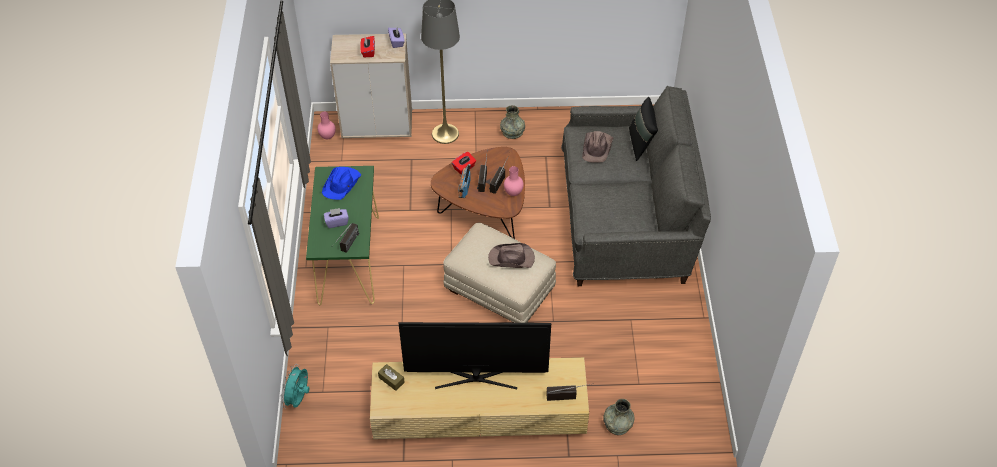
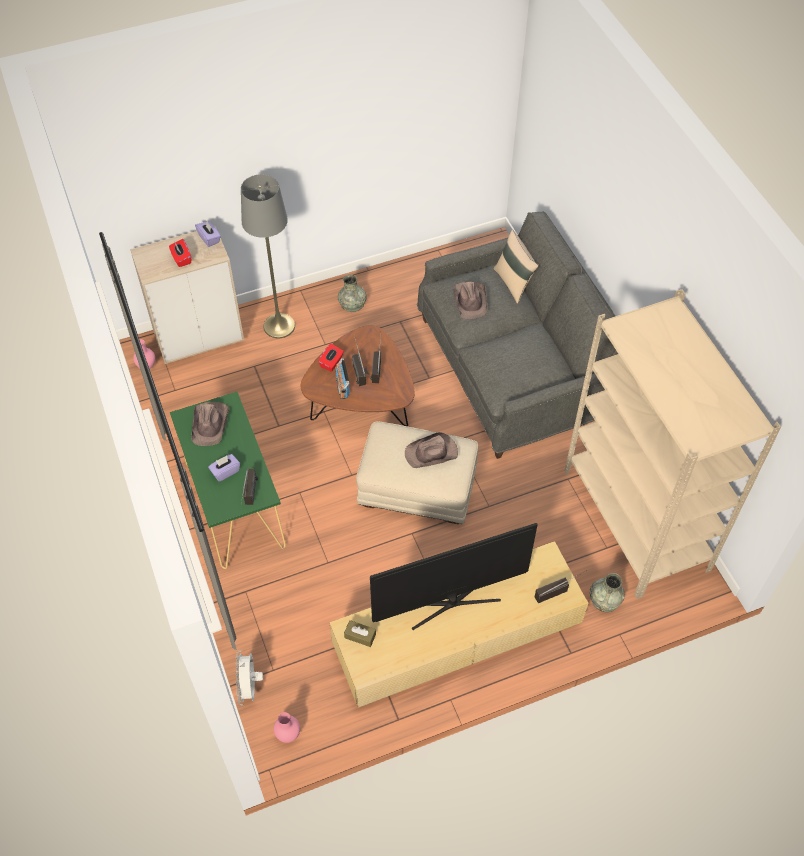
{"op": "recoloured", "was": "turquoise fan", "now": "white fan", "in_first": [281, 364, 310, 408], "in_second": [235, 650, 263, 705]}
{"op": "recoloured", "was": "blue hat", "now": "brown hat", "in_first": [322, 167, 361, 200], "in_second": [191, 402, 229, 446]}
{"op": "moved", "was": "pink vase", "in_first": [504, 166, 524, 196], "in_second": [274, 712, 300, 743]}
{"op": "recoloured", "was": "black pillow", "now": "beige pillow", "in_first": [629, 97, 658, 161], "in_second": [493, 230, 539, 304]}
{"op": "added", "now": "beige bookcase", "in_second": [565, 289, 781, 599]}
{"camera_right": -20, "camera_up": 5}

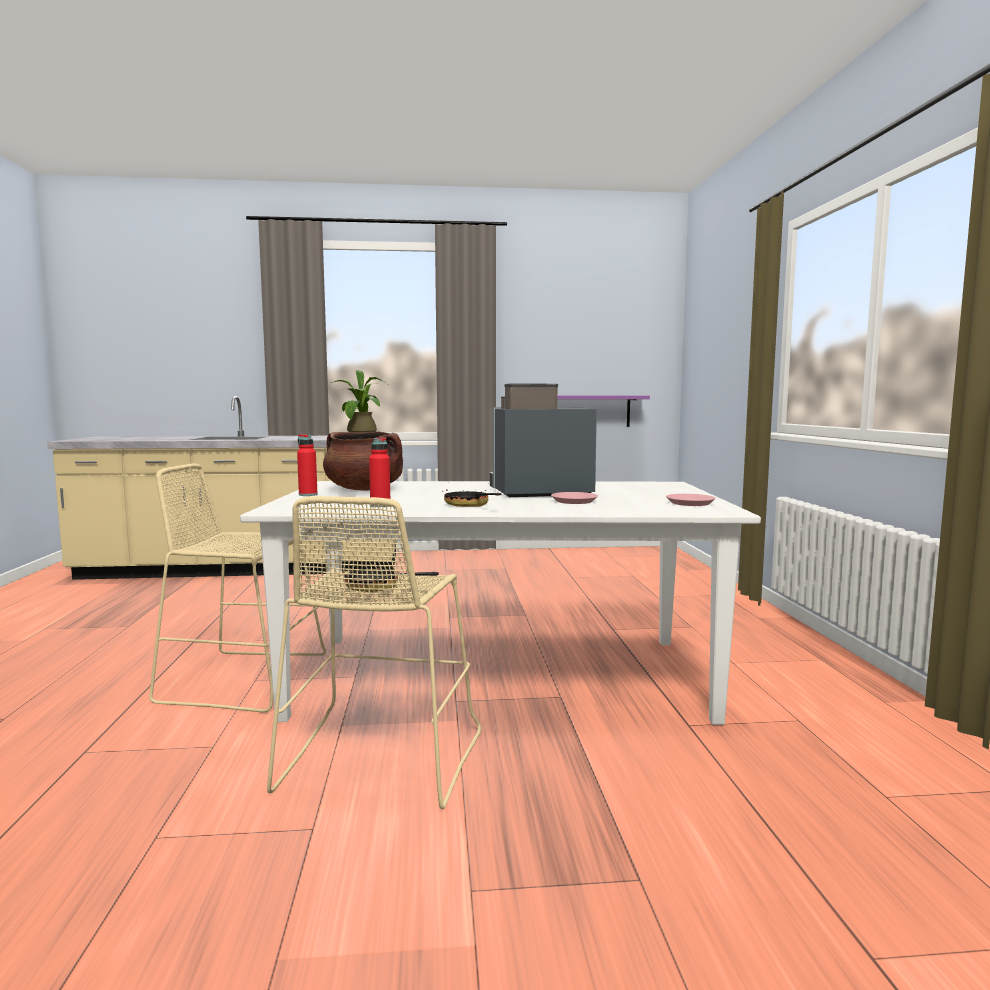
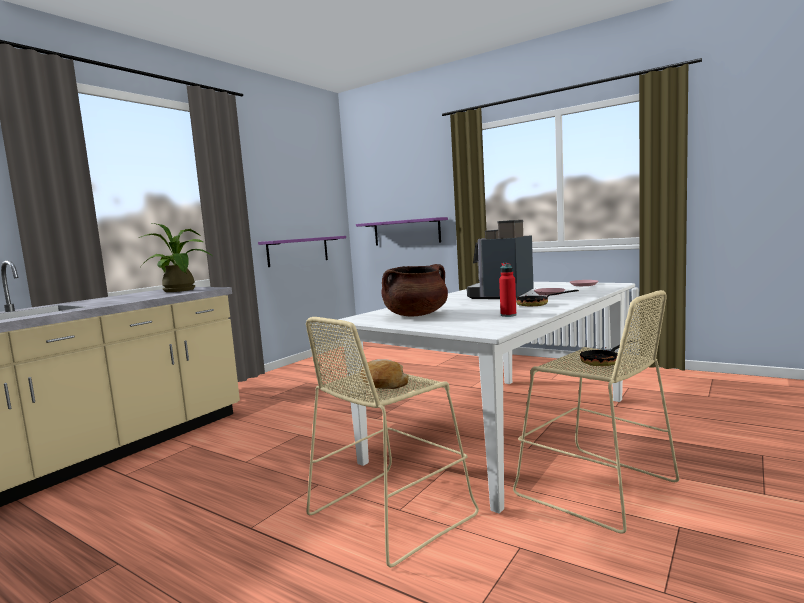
{"op": "removed", "was": "red bottle", "in_first": [297, 434, 317, 496]}
{"op": "added", "now": "purple shelf", "in_second": [356, 217, 448, 246]}
{"op": "added", "now": "bread", "in_second": [360, 359, 409, 389]}
{"camera_right": -50, "camera_up": 0}

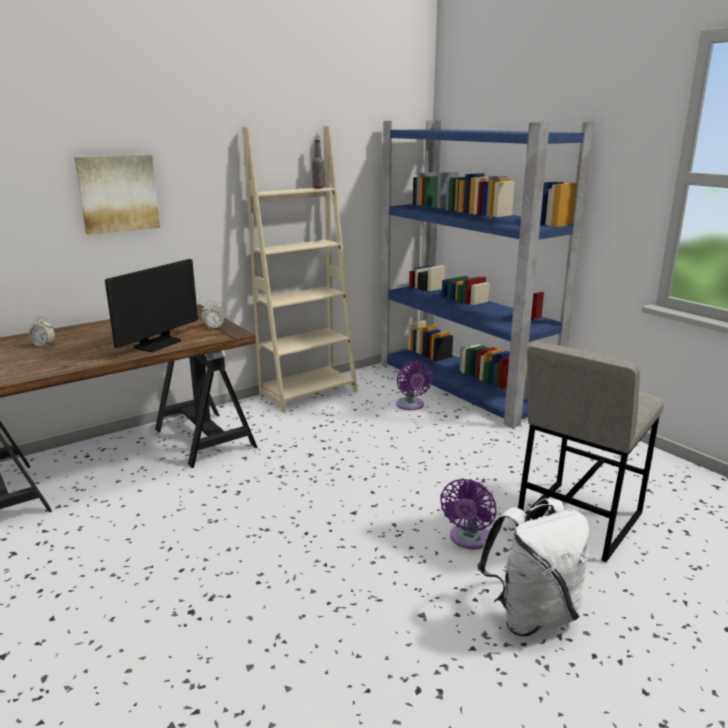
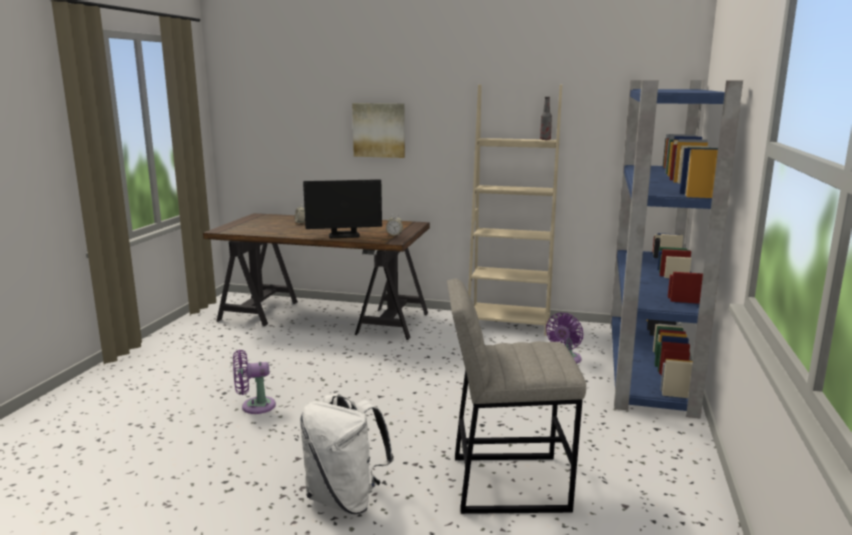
{"op": "moved", "was": "purple fan", "in_first": [440, 478, 496, 549], "in_second": [233, 350, 276, 414]}
{"camera_right": 50, "camera_up": -5}

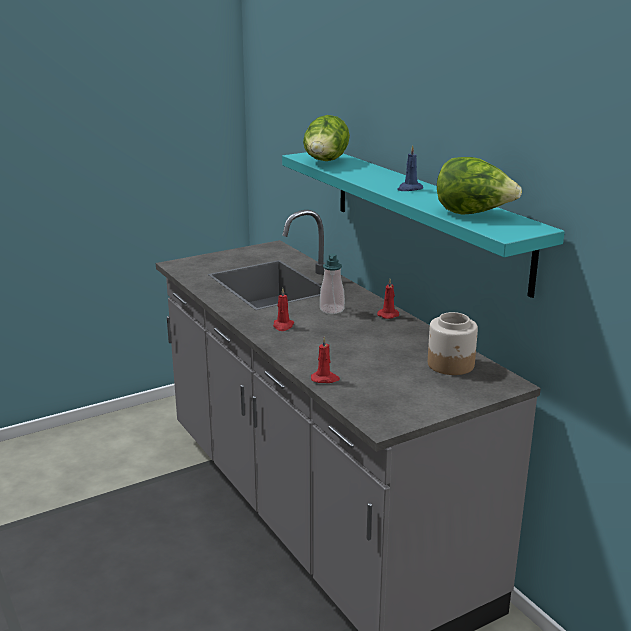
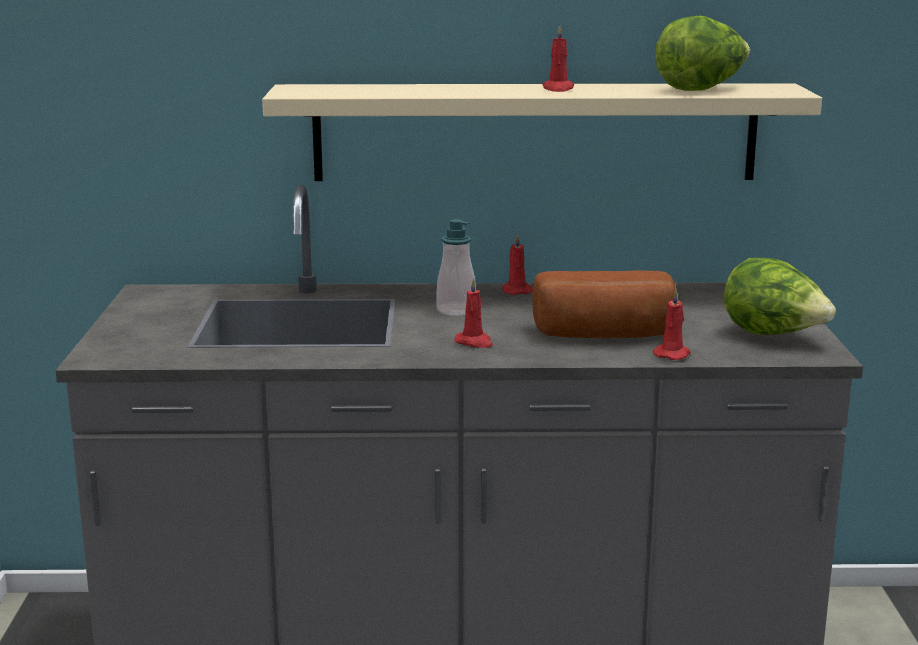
{"op": "recoloured", "was": "turquoise shelf", "now": "beige shelf", "in_first": [282, 152, 565, 298], "in_second": [262, 83, 822, 181]}
{"op": "moved", "was": "lettuce", "in_first": [303, 115, 350, 161], "in_second": [724, 258, 836, 335]}
{"op": "recoloured", "was": "blue candle", "now": "red candle", "in_first": [397, 145, 423, 191], "in_second": [543, 25, 574, 92]}
{"op": "removed", "was": "jar", "in_first": [428, 312, 478, 375]}
{"op": "added", "now": "bread", "in_second": [532, 271, 675, 339]}
{"camera_right": -60, "camera_up": -5}

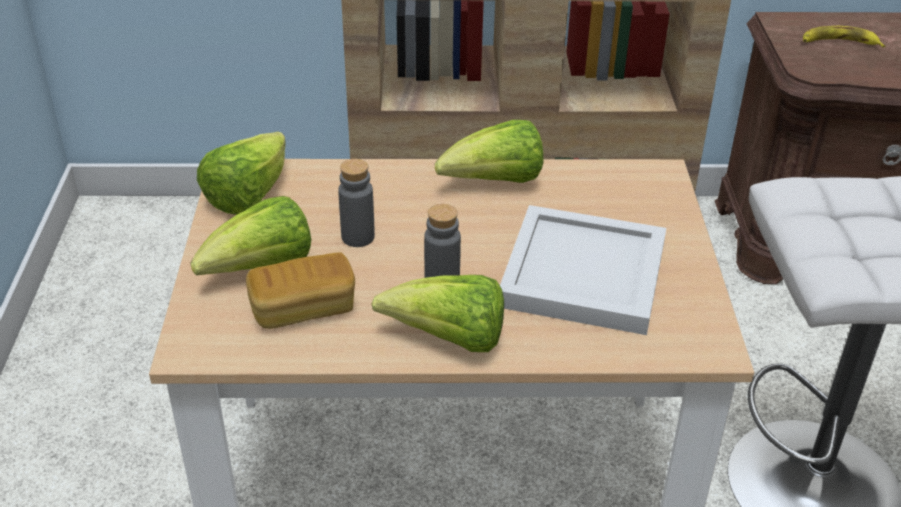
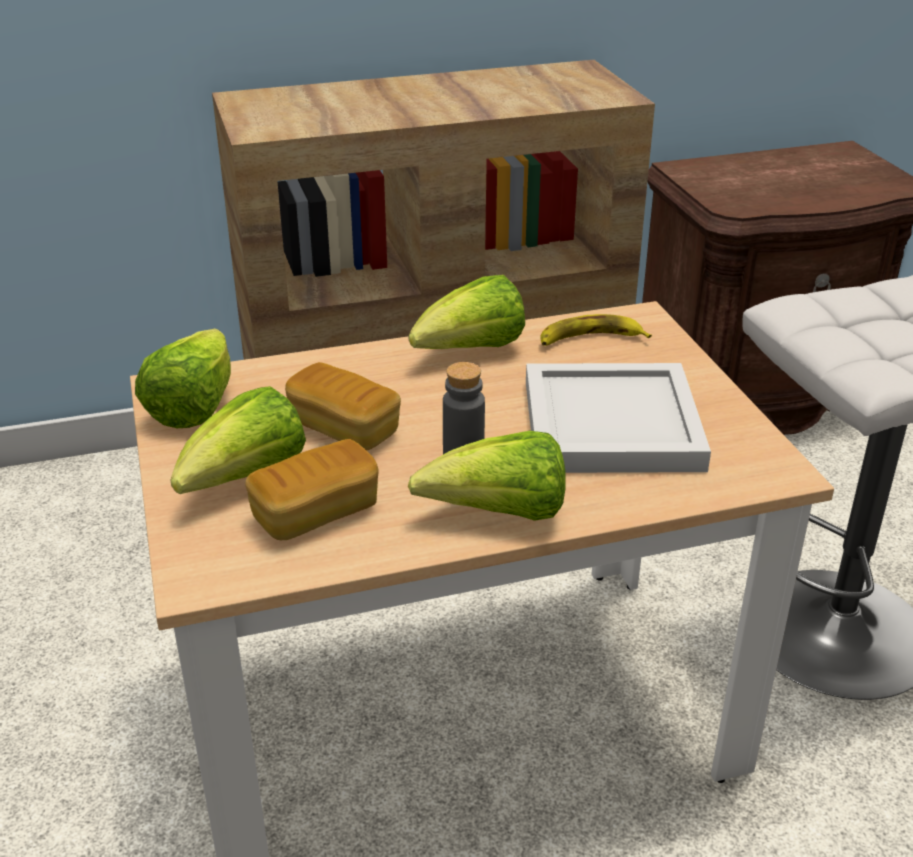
{"op": "replaced", "was": "grey bottle", "now": "bread", "in_first": [338, 159, 375, 247], "in_second": [285, 362, 401, 450]}
{"op": "moved", "was": "banana", "in_first": [803, 26, 886, 47], "in_second": [540, 314, 652, 346]}
{"camera_right": -15, "camera_up": -5}

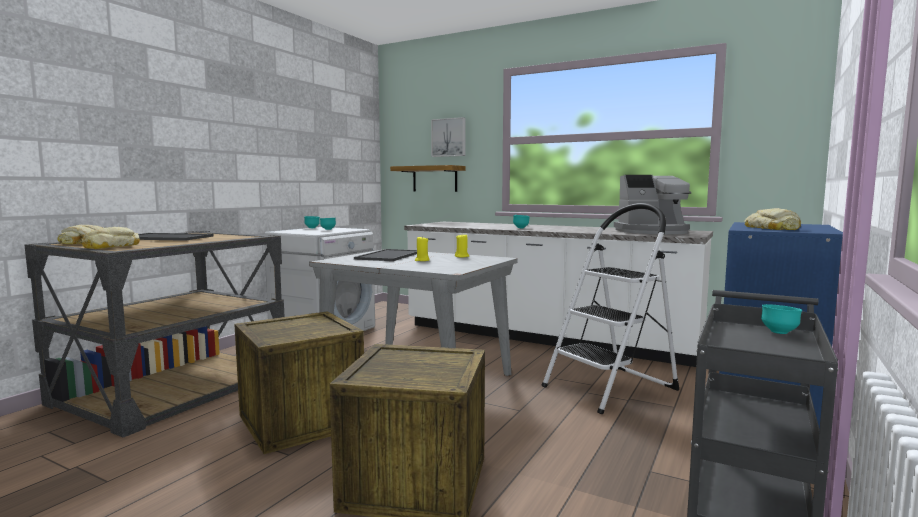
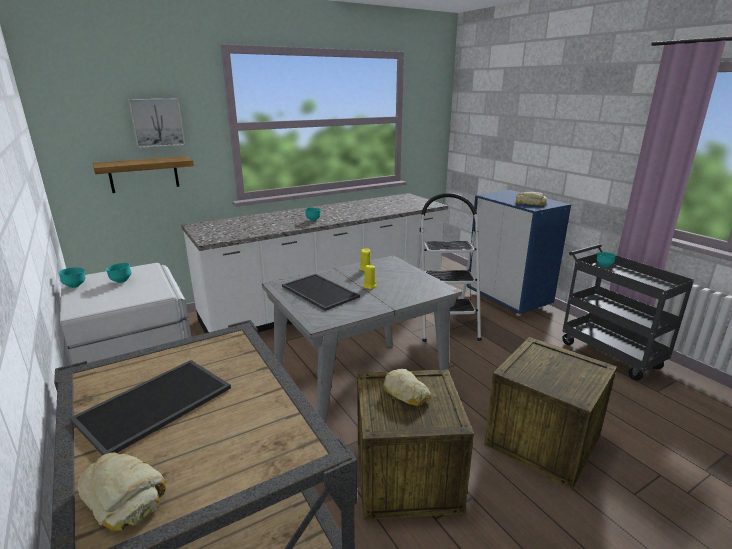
{"op": "moved", "was": "bread", "in_first": [82, 227, 140, 249], "in_second": [383, 369, 431, 406]}
{"op": "removed", "was": "coffee machine", "in_first": [614, 175, 691, 234]}
{"camera_right": -60, "camera_up": 15}

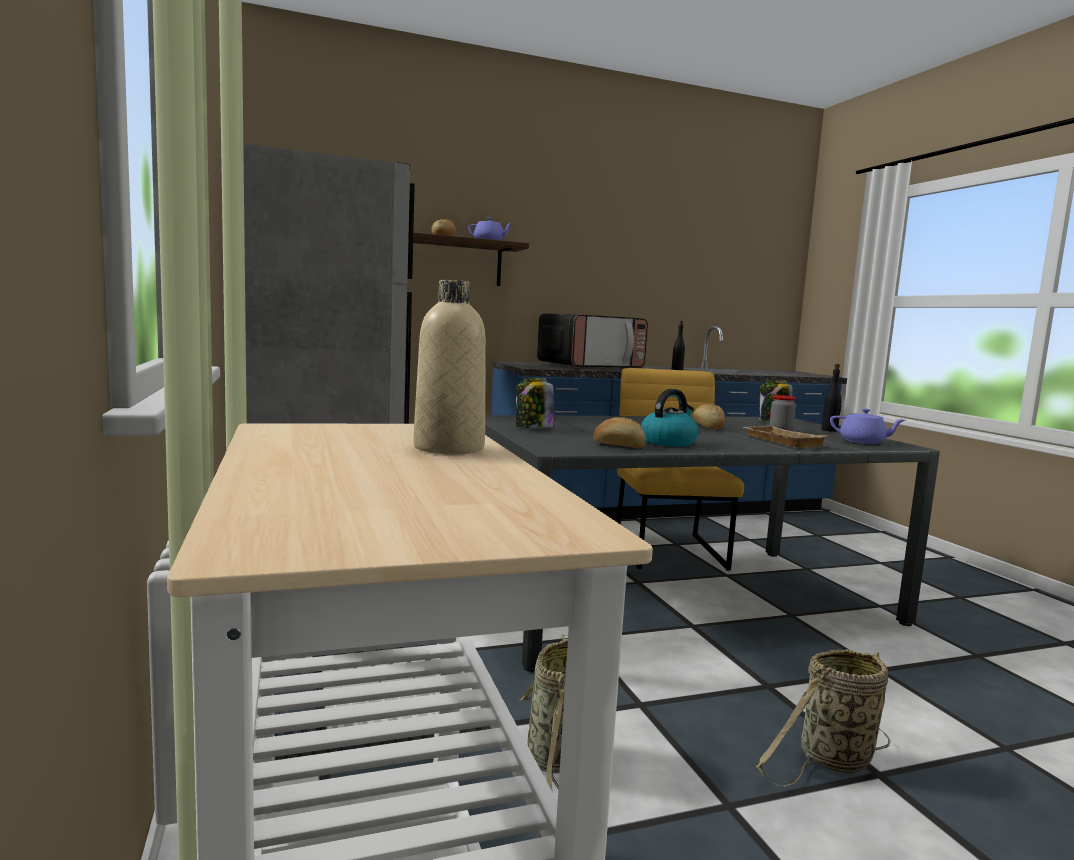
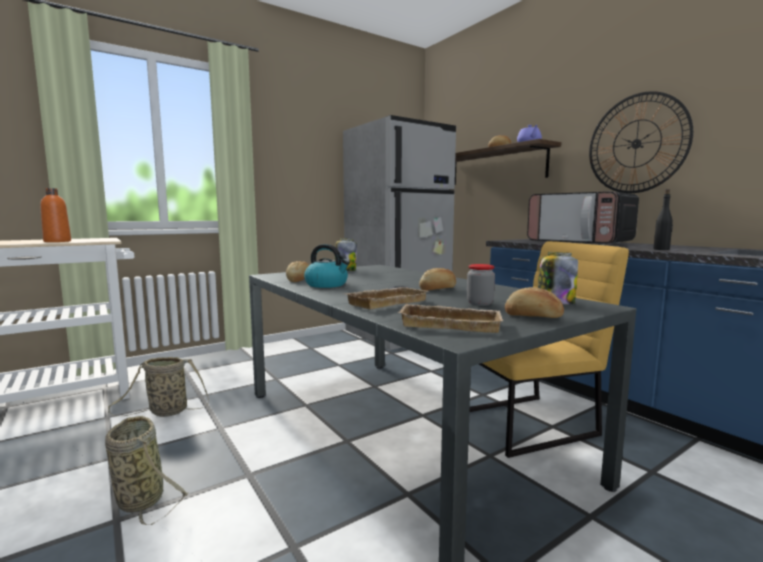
{"op": "recoloured", "was": "beige bottle", "now": "orange bottle", "in_first": [413, 280, 486, 454], "in_second": [40, 188, 71, 242]}
{"op": "replaced", "was": "black bottle", "now": "bread", "in_first": [821, 364, 842, 432], "in_second": [505, 287, 564, 318]}
{"op": "replaced", "was": "purple teapot", "now": "beige tray", "in_first": [830, 409, 905, 444], "in_second": [398, 304, 503, 333]}
{"op": "added", "now": "wall clock", "in_second": [589, 91, 693, 193]}
{"camera_right": 75, "camera_up": 0}

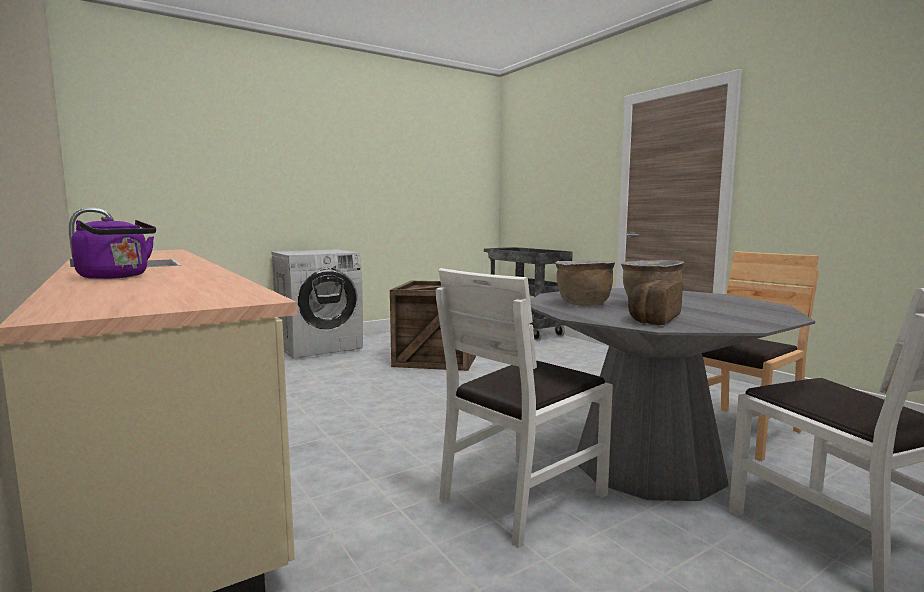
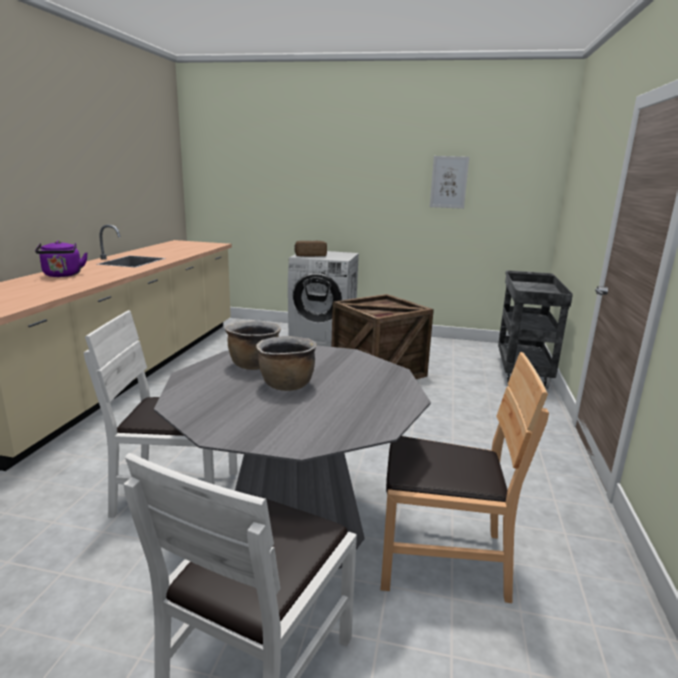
{"op": "moved", "was": "bread", "in_first": [628, 279, 683, 325], "in_second": [295, 241, 327, 256]}
{"op": "added", "now": "picture", "in_second": [430, 156, 469, 209]}
{"camera_right": 45, "camera_up": 10}

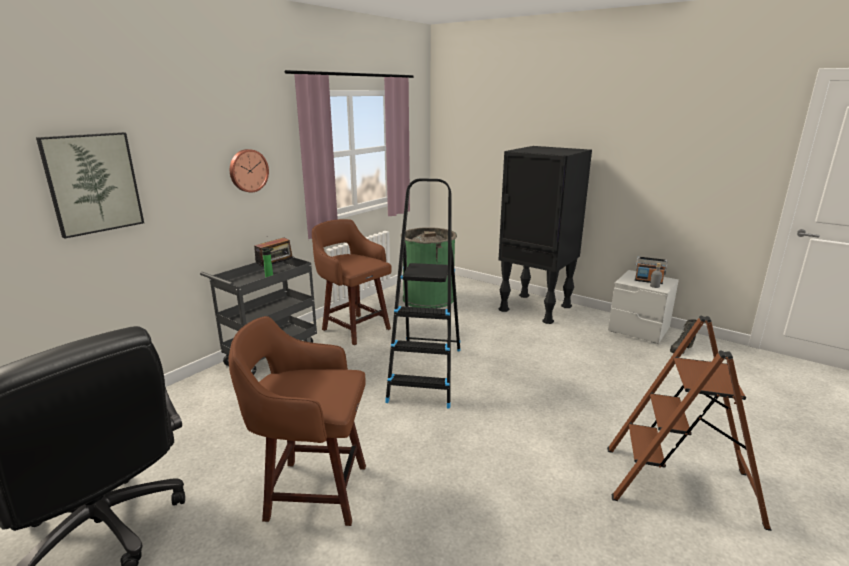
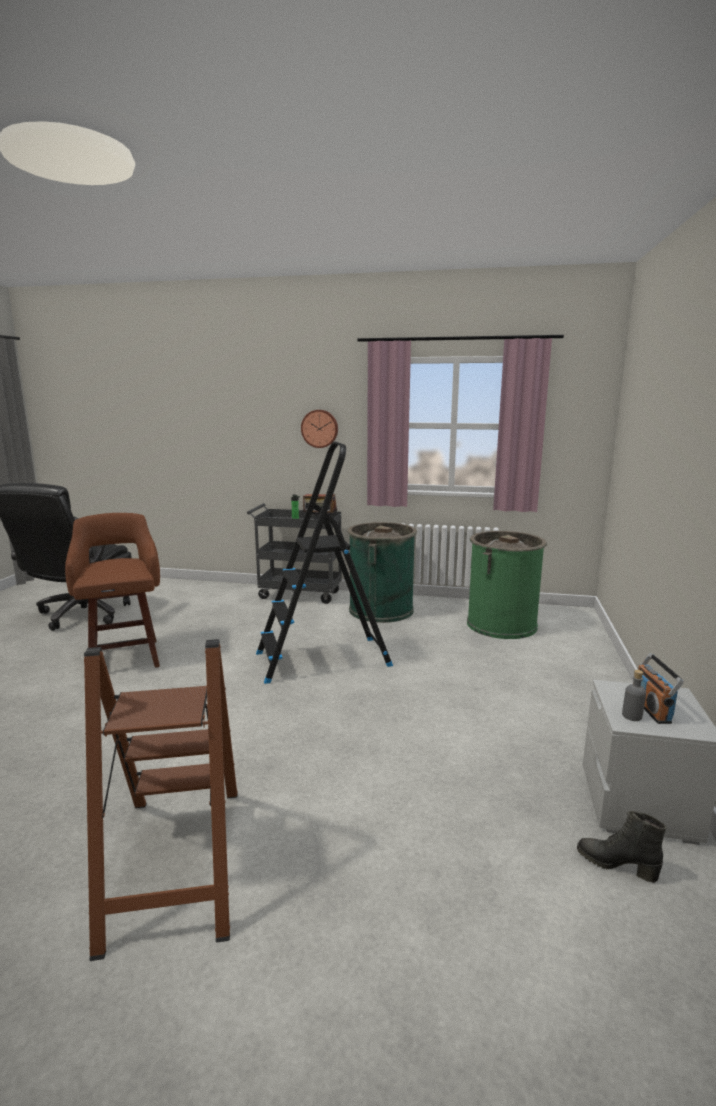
{"op": "removed", "was": "picture", "in_first": [36, 132, 144, 238]}
{"op": "replaced", "was": "brown stool", "now": "green trash can", "in_first": [312, 219, 392, 345], "in_second": [347, 522, 417, 623]}
{"op": "removed", "was": "black cabinet", "in_first": [498, 146, 592, 324]}
{"camera_right": 65, "camera_up": -5}

